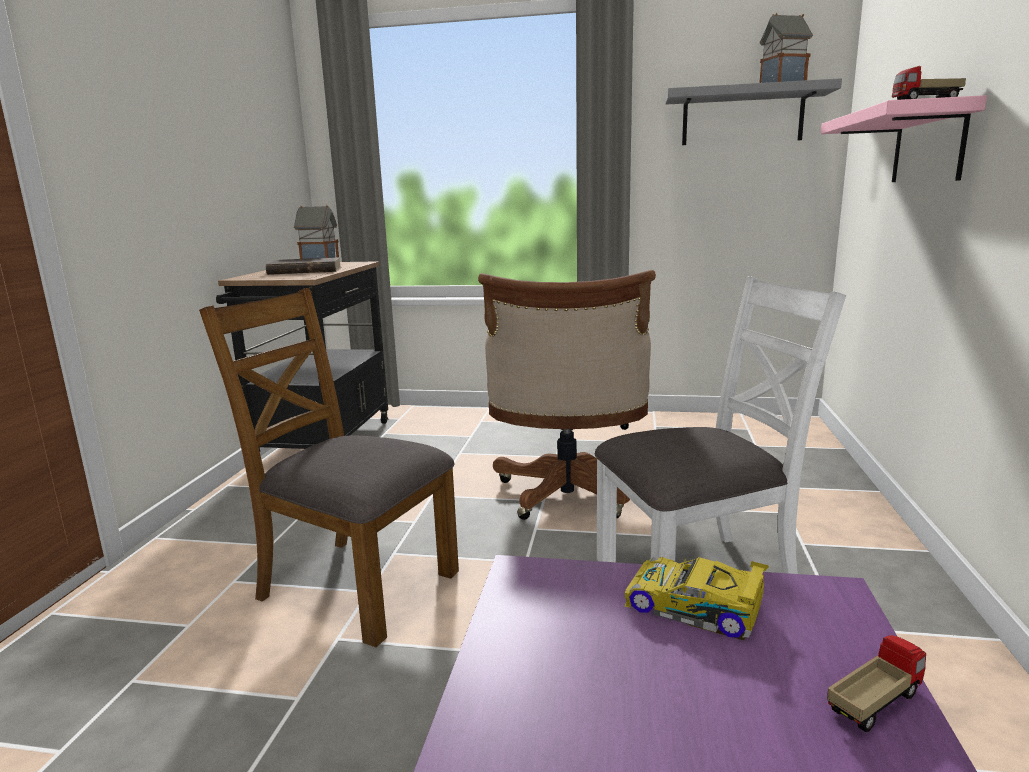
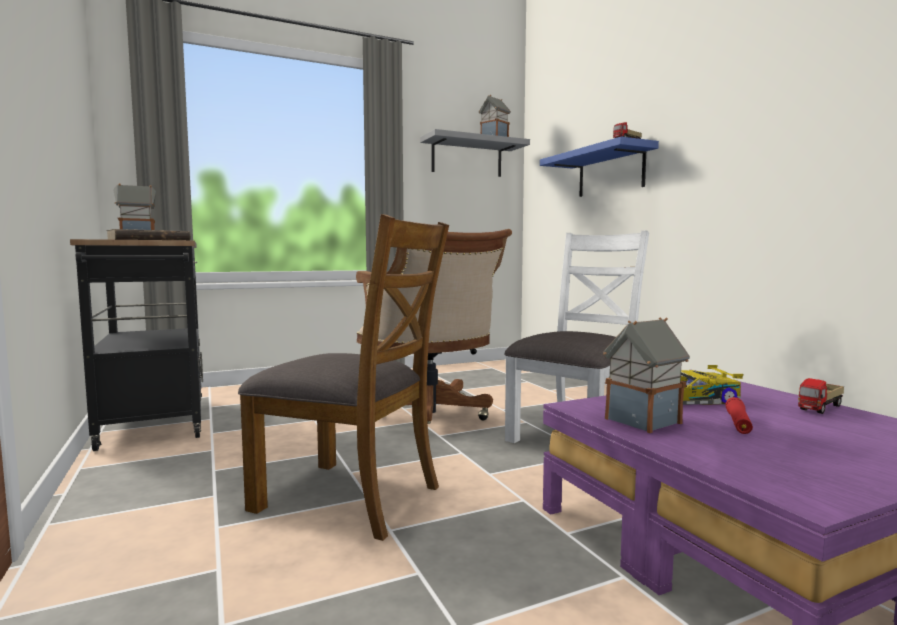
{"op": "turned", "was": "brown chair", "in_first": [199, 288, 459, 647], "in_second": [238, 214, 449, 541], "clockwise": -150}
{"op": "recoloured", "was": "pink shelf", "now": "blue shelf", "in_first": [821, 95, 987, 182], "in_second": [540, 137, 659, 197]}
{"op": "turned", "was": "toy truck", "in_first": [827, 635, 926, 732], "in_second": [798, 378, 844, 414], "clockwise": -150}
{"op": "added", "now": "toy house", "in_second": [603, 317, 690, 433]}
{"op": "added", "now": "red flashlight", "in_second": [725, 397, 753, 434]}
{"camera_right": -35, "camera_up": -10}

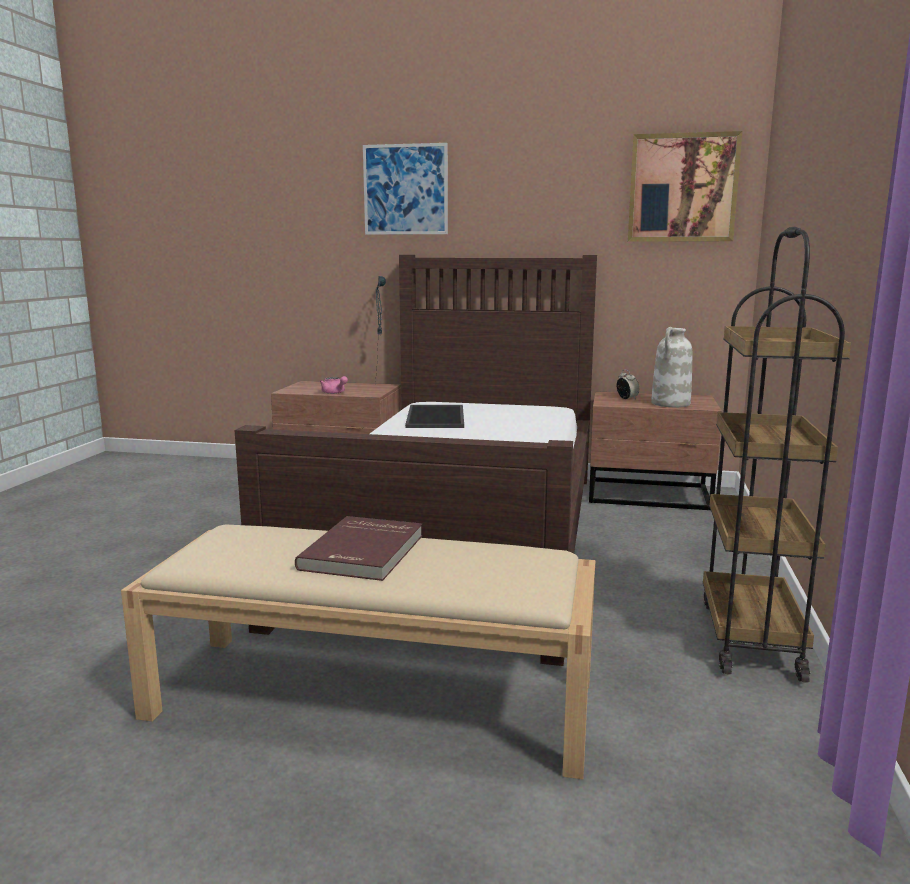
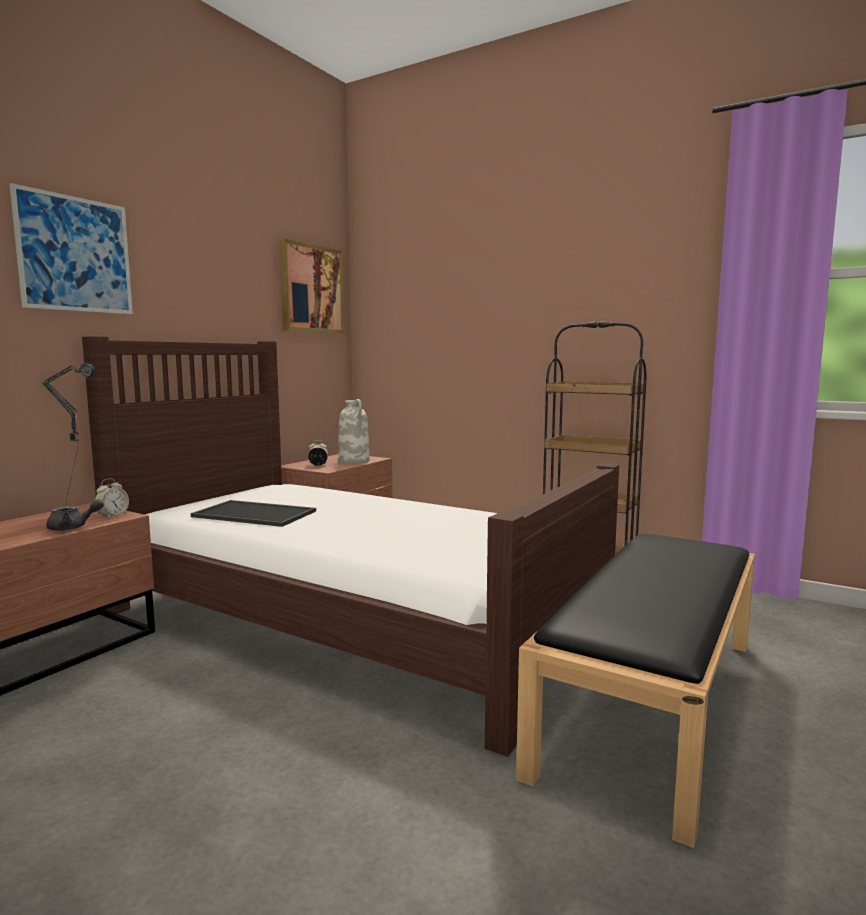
{"op": "recoloured", "was": "beige bench", "now": "black bench", "in_first": [121, 524, 595, 779], "in_second": [516, 534, 755, 848]}
{"op": "removed", "was": "red book", "in_first": [295, 516, 422, 581]}
{"op": "recoloured", "was": "pink teapot", "now": "grey teapot", "in_first": [320, 376, 348, 394], "in_second": [46, 499, 104, 531]}
{"op": "added", "now": "alarm clock", "in_second": [94, 479, 129, 518]}
{"camera_right": -70, "camera_up": -5}

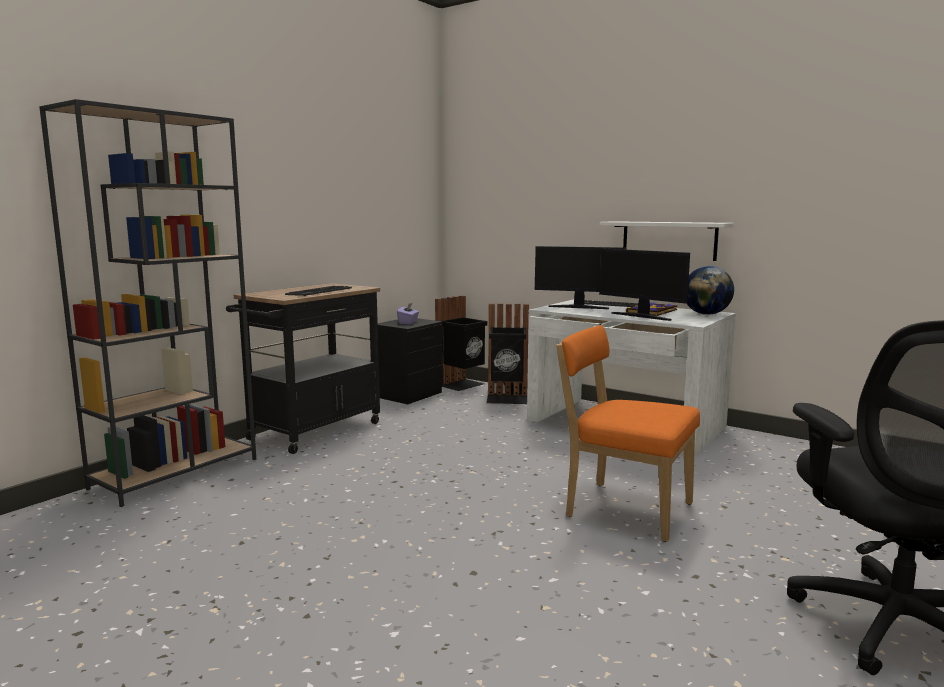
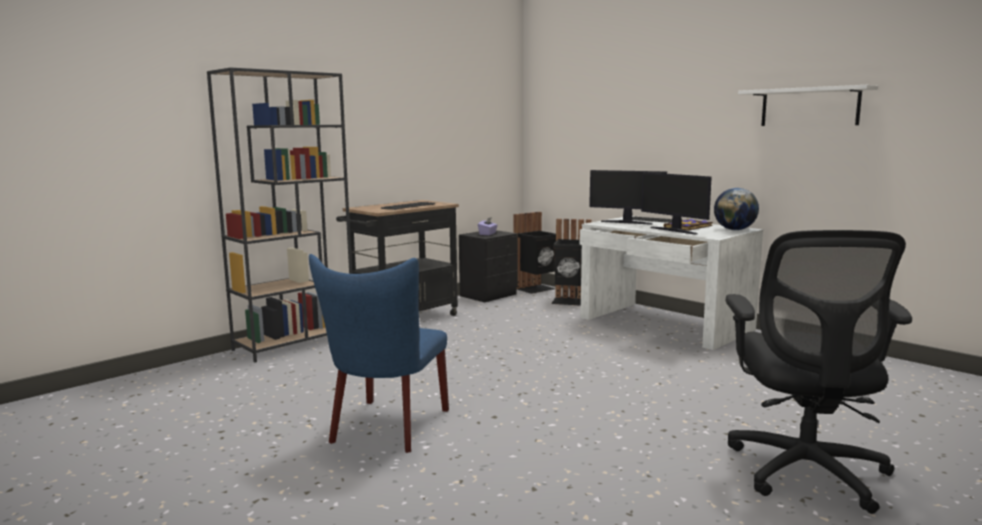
{"op": "removed", "was": "orange chair", "in_first": [556, 325, 700, 542]}
{"op": "moved", "was": "white shelf", "in_first": [600, 221, 734, 261], "in_second": [738, 85, 878, 126]}
{"op": "added", "now": "blue chair", "in_second": [309, 254, 449, 453]}
{"camera_right": 10, "camera_up": 0}

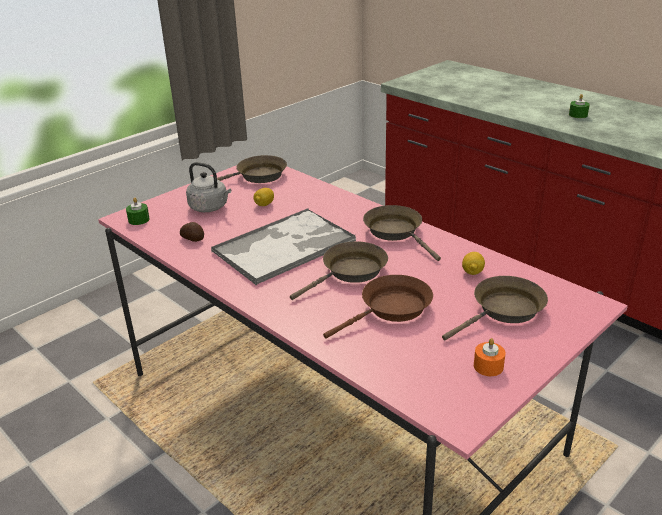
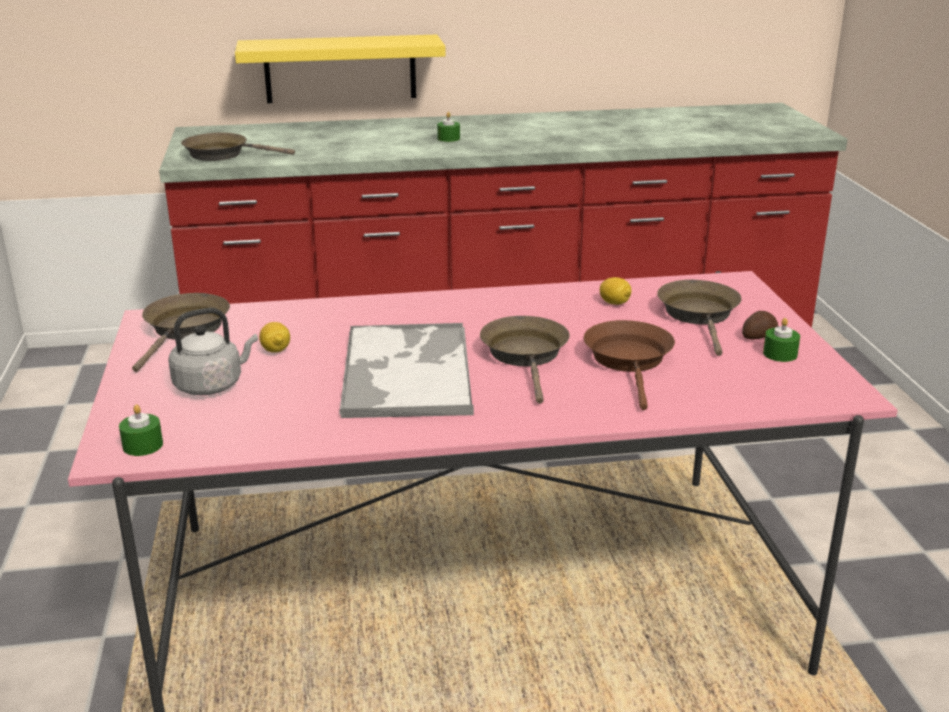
{"op": "moved", "was": "potato", "in_first": [180, 222, 204, 242], "in_second": [742, 311, 778, 339]}
{"op": "moved", "was": "brown frying pan", "in_first": [363, 205, 441, 261], "in_second": [181, 133, 295, 161]}
{"op": "recoloured", "was": "orange candle", "now": "green candle", "in_first": [474, 338, 505, 376], "in_second": [763, 318, 800, 362]}
{"op": "added", "now": "yellow shelf", "in_second": [235, 35, 446, 103]}
{"camera_right": -55, "camera_up": -5}

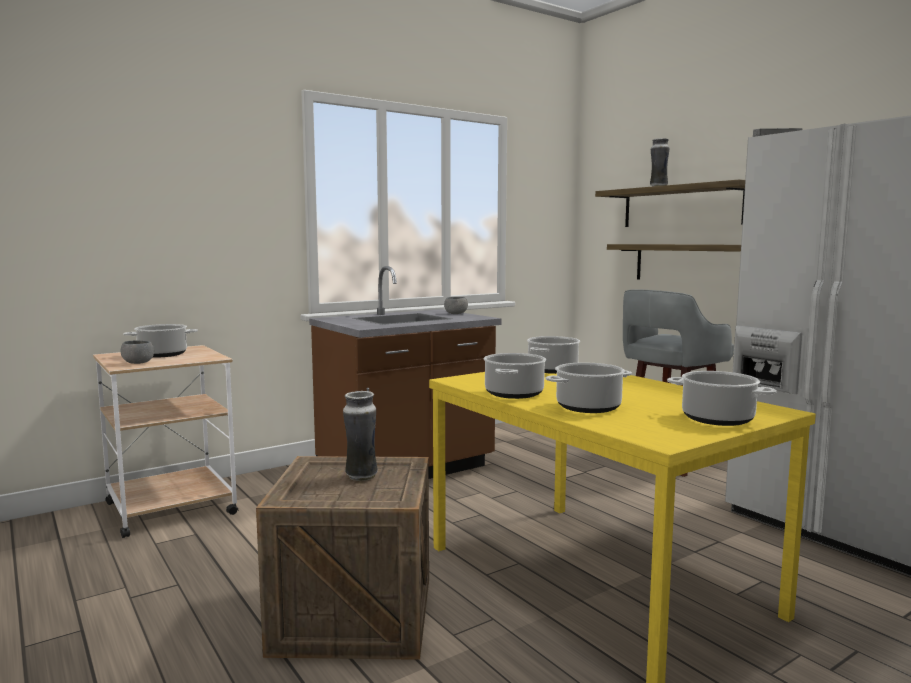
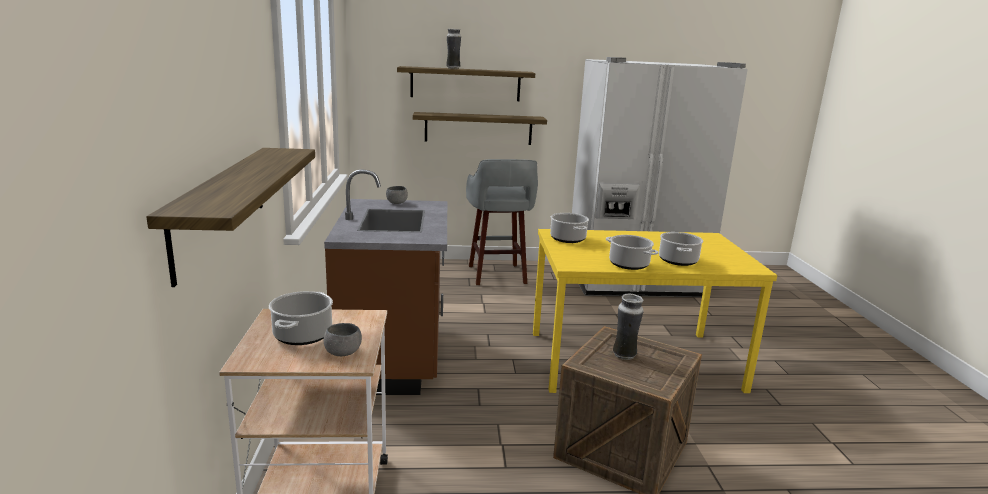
{"op": "removed", "was": "cooking pot", "in_first": [667, 371, 777, 426]}
{"op": "added", "now": "shelf", "in_second": [146, 148, 315, 287]}
{"camera_right": -60, "camera_up": 10}

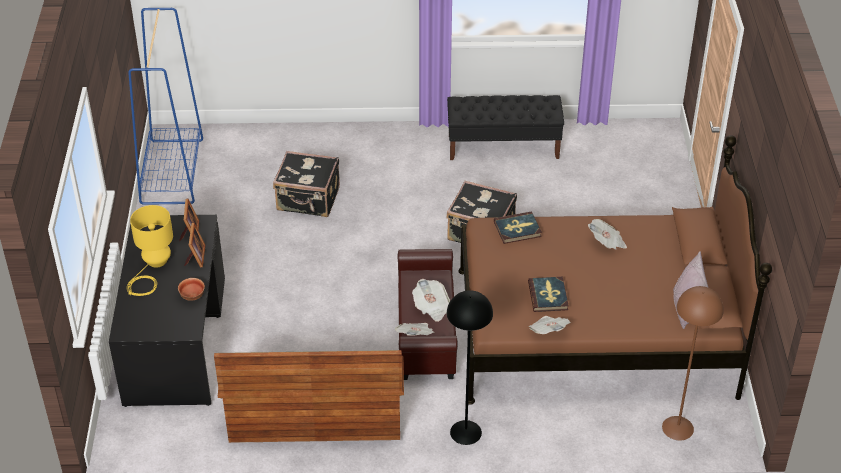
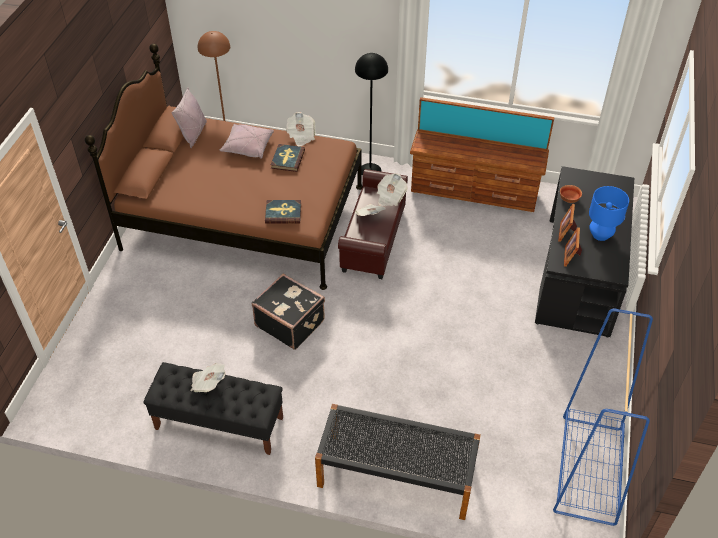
{"op": "recoloured", "was": "yellow table lamp", "now": "blue table lamp", "in_first": [127, 205, 173, 296], "in_second": [589, 186, 629, 241]}
{"op": "removed", "was": "black suitcase", "in_first": [273, 151, 340, 217]}
{"op": "moved", "was": "newspaper", "in_first": [588, 219, 627, 249], "in_second": [191, 363, 225, 392]}
{"op": "added", "now": "purple pillow", "in_second": [219, 124, 274, 159]}
{"op": "added", "now": "black bench", "in_second": [315, 404, 481, 520]}
{"camera_right": -165, "camera_up": 5}

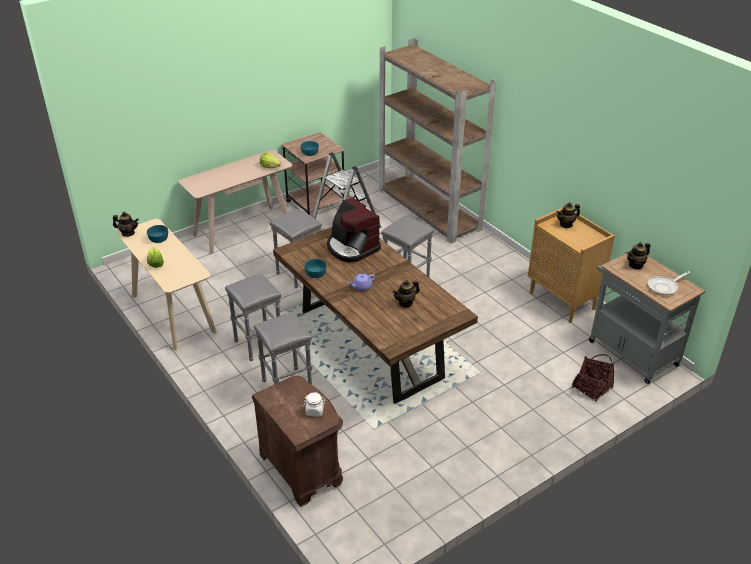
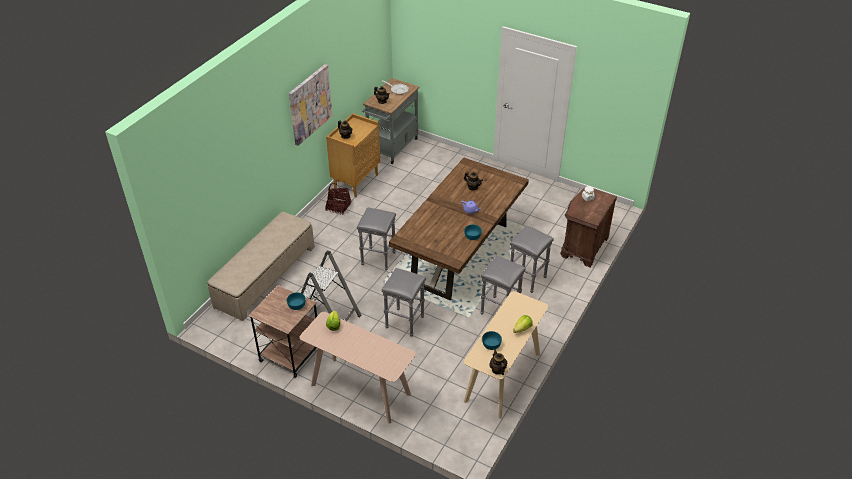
{"op": "removed", "was": "coffee machine", "in_first": [327, 197, 381, 263]}
{"op": "replaced", "was": "brown bookcase", "now": "beige bench", "in_first": [379, 38, 496, 243], "in_second": [208, 212, 315, 321]}
{"op": "moved", "was": "basket", "in_first": [572, 354, 614, 402], "in_second": [325, 183, 351, 215]}
{"op": "added", "now": "picture", "in_second": [289, 64, 333, 146]}
{"camera_right": -115, "camera_up": 5}

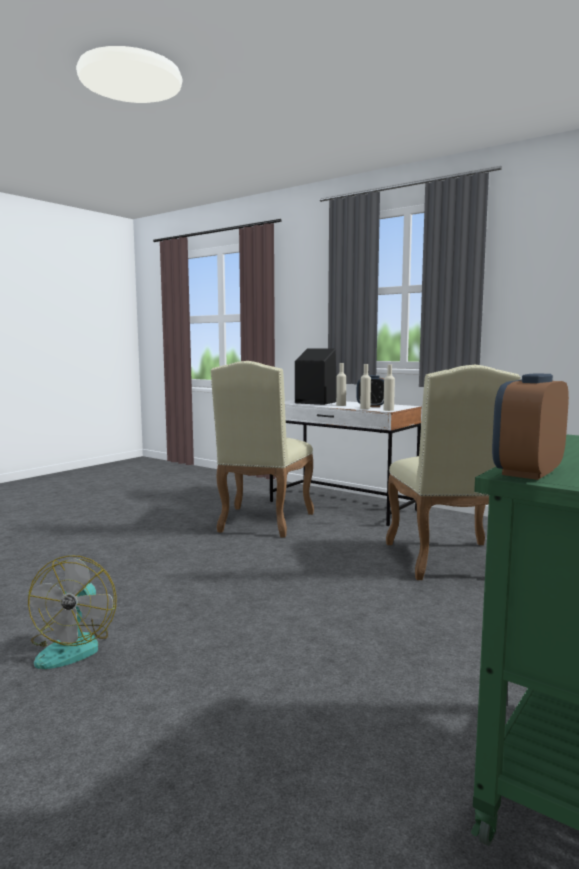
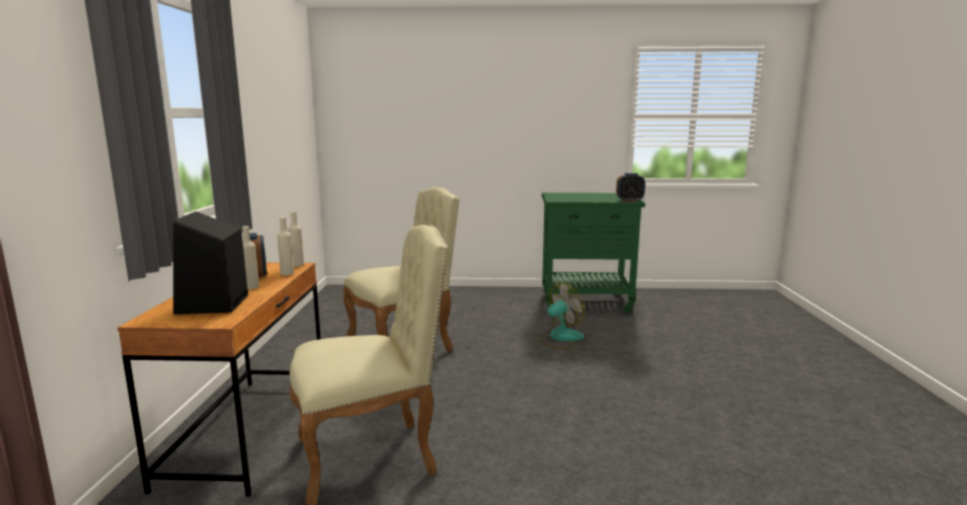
{"op": "moved", "was": "fan", "in_first": [28, 555, 117, 669], "in_second": [537, 283, 585, 349]}
{"op": "recoloured", "was": "white desk", "now": "brown desk", "in_first": [270, 400, 422, 526], "in_second": [117, 262, 321, 497]}
{"camera_right": -125, "camera_up": 5}

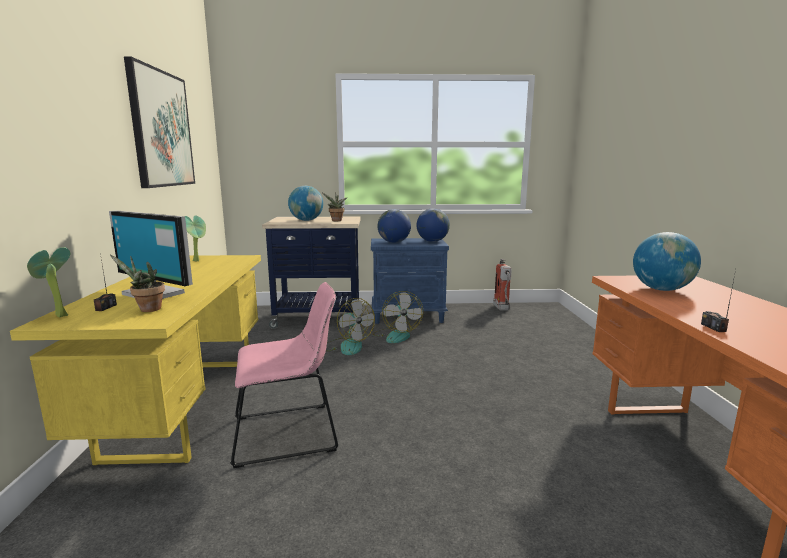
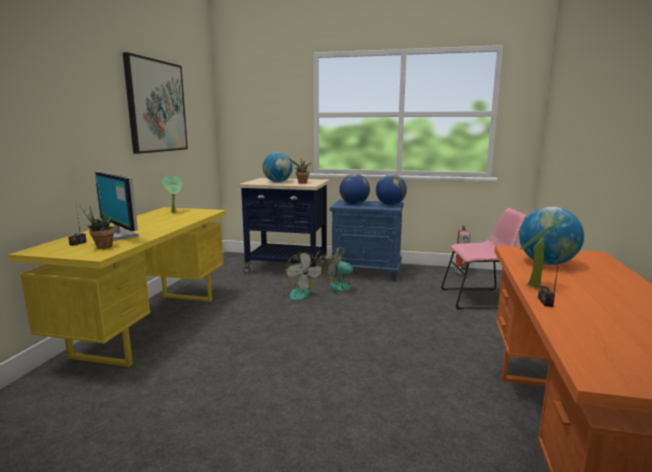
{"op": "moved", "was": "potted plant", "in_first": [27, 247, 70, 318], "in_second": [520, 222, 559, 288]}
{"op": "moved", "was": "pink chair", "in_first": [230, 282, 339, 468], "in_second": [441, 208, 527, 310]}
{"op": "turned", "was": "fan", "in_first": [373, 291, 423, 343], "in_second": [325, 247, 364, 294], "clockwise": 105}
{"camera_right": 15, "camera_up": 0}

